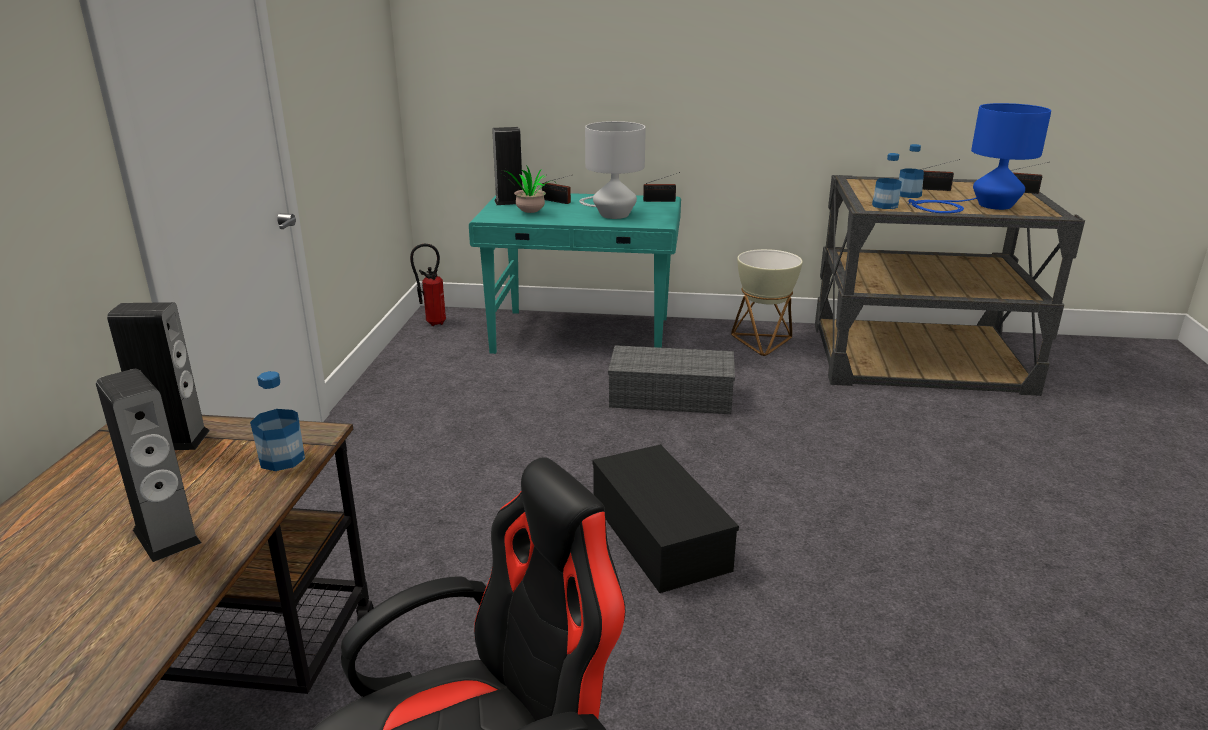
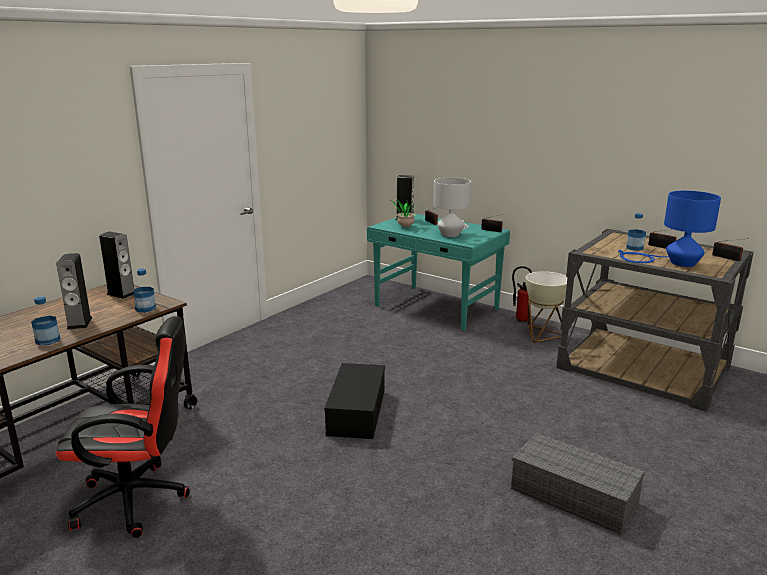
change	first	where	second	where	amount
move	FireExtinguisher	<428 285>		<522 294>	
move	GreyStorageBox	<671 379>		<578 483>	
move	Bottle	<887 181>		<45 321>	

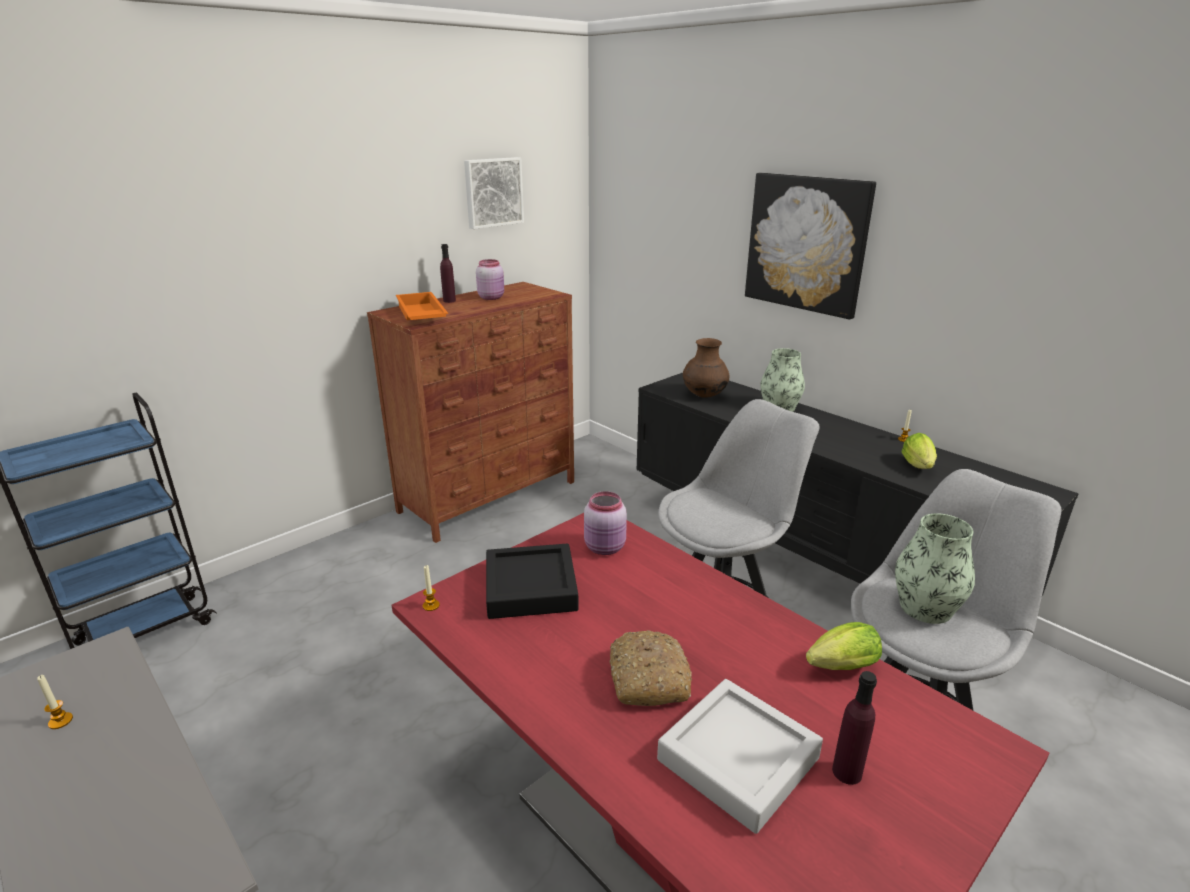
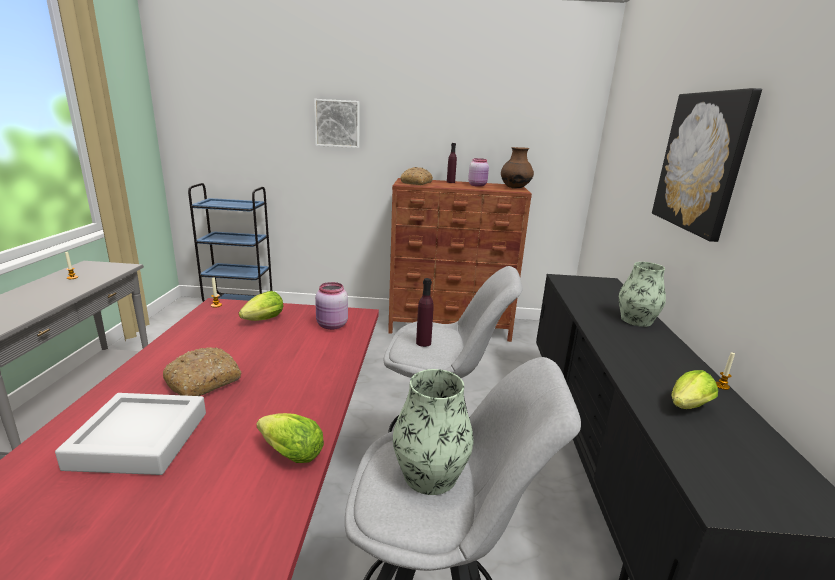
change	first	where	second	where	amount
replace	OrangeTray	<422 306>	Bread	<416 176>	
move	Picture	<494 193>		<337 123>	
replace	BlackTray	<532 581>	Lettuce	<261 306>	
move	BrownVase	<706 367>		<517 168>	
move	PurpleBottle	<854 728>		<425 312>	

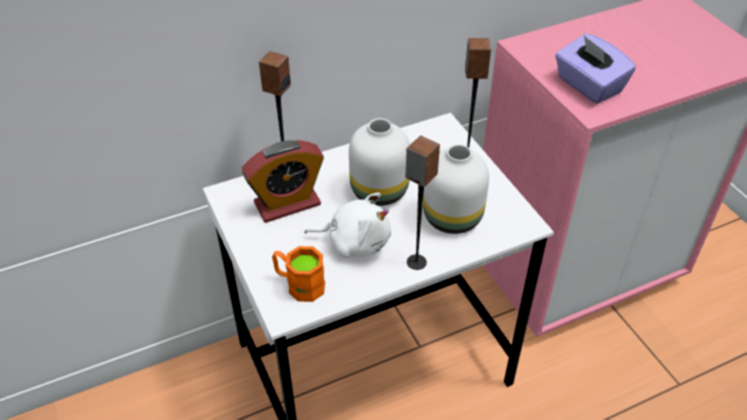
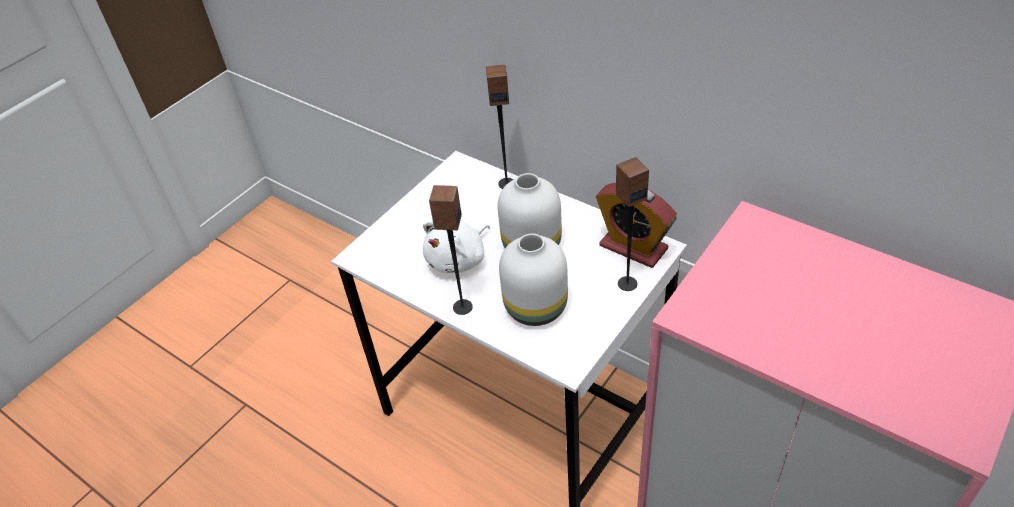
change	first	where	second	where	amount
move	AlarmClock	<283 181>		<636 225>	
delete	OrangeMug	<298 274>			
rotate	WhitePlushToy	<347 225>		<456 247>	60 degrees clockwise
delete	PurpleTissueBox	<595 68>			

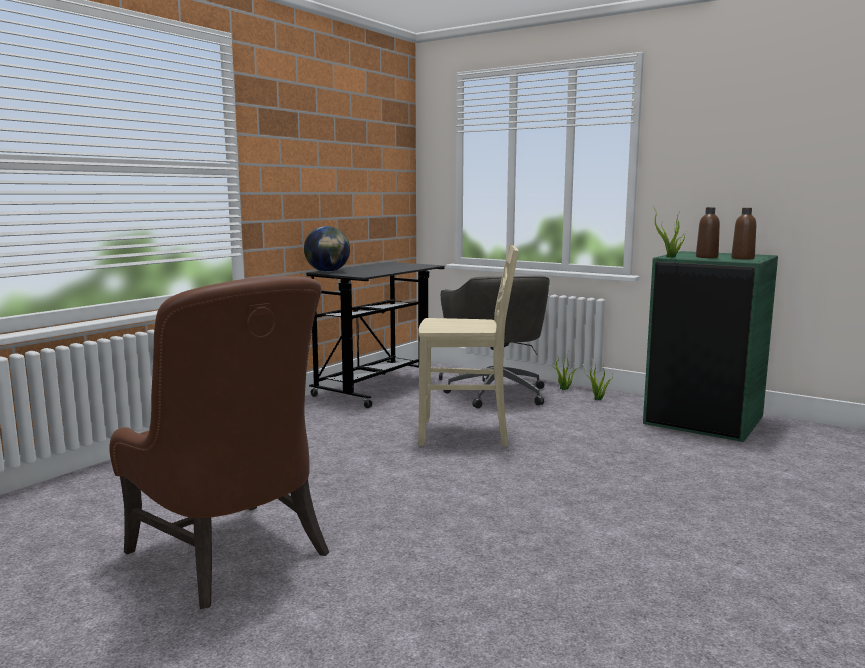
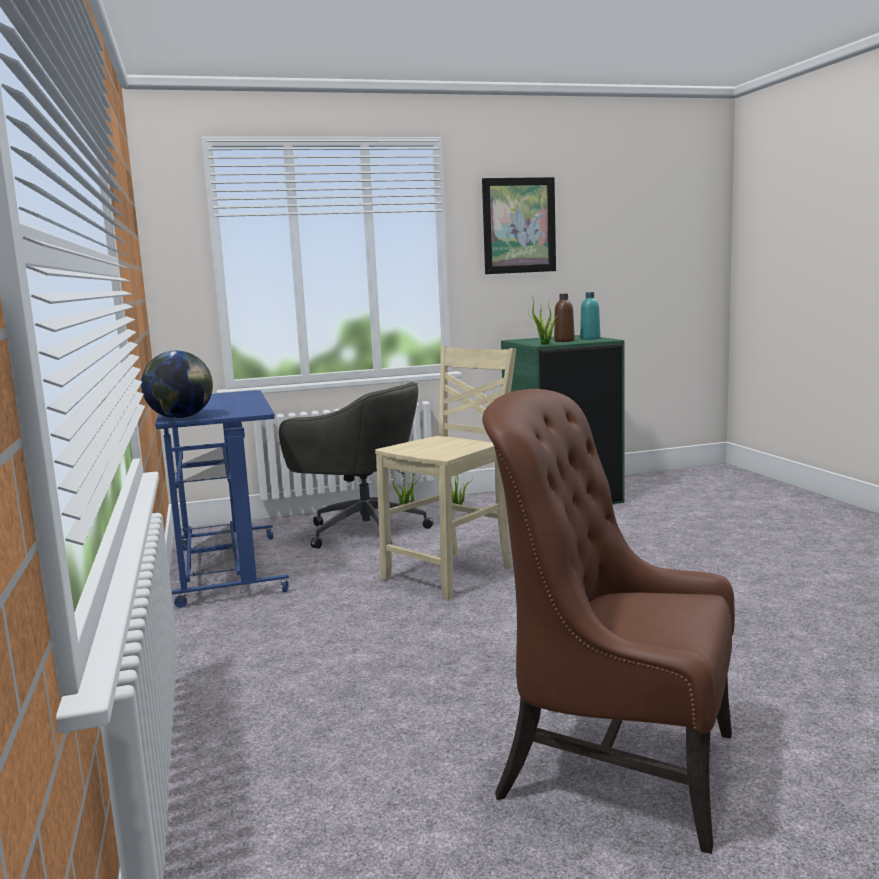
change	first	where	second	where	amount
rotate	BrownChair	<219 442>		<608 621>	150 degrees counterclockwise
recolor	BlackDesk	<375 335>	BlueDesk	<222 499>	
recolor	BrownBottle	<743 234>	TurquoiseBottle	<590 316>	
insert			Picture	<519 225>	

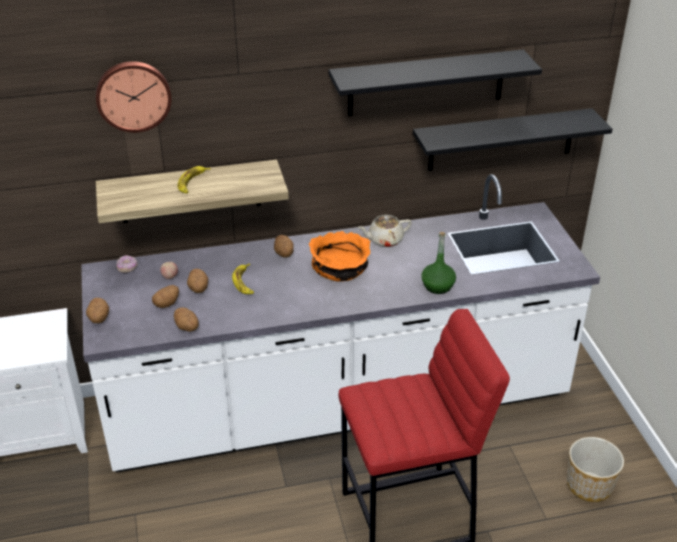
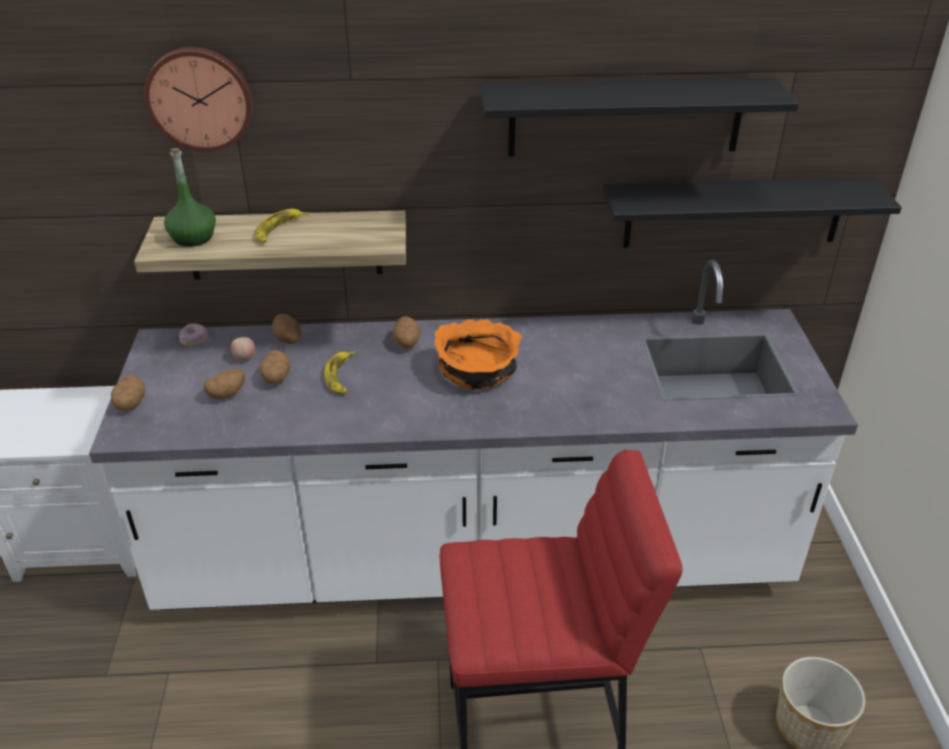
change	first	where	second	where	amount
move	Potato	<186 319>		<287 329>	
delete	BeigeTeapot	<384 231>			
move	GreenBottle	<438 263>		<190 197>	

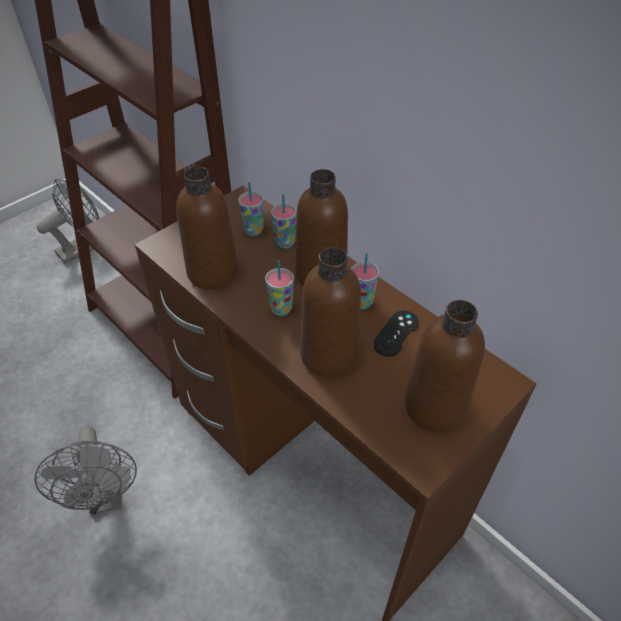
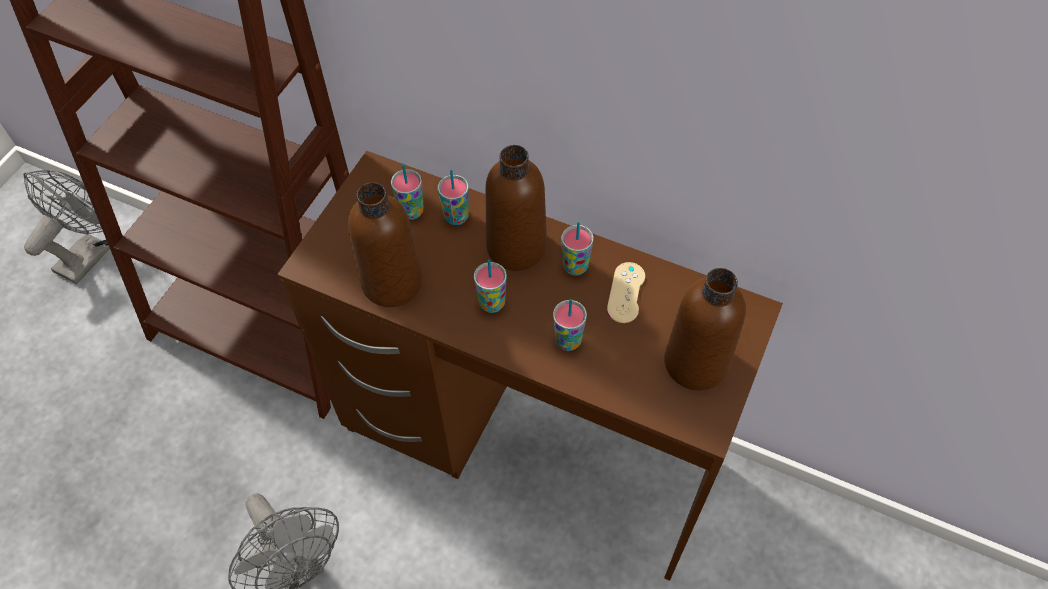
change	first	where	second	where	amount
replace	BrownBottle	<330 312>	Cup	<570 325>	
recolor	BlackGameController	<396 333>	BeigeGameController	<626 292>	

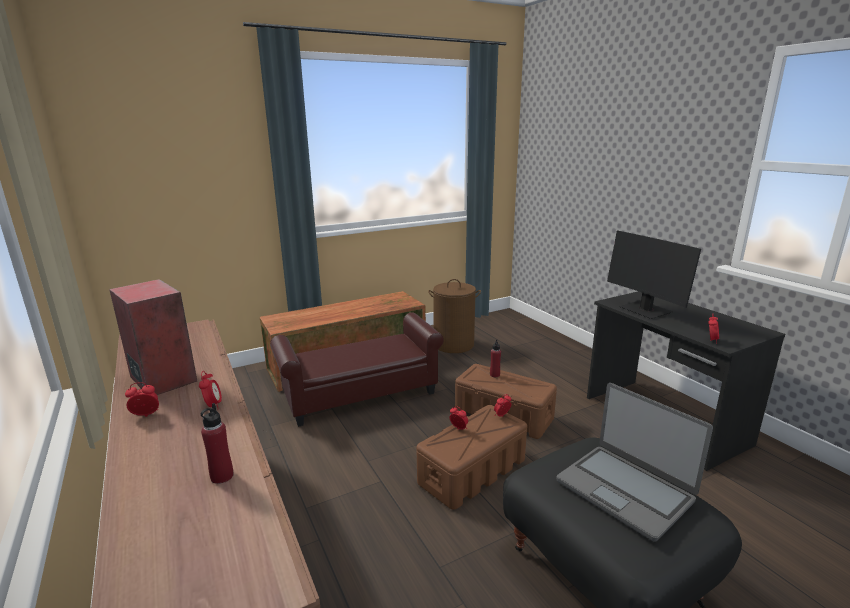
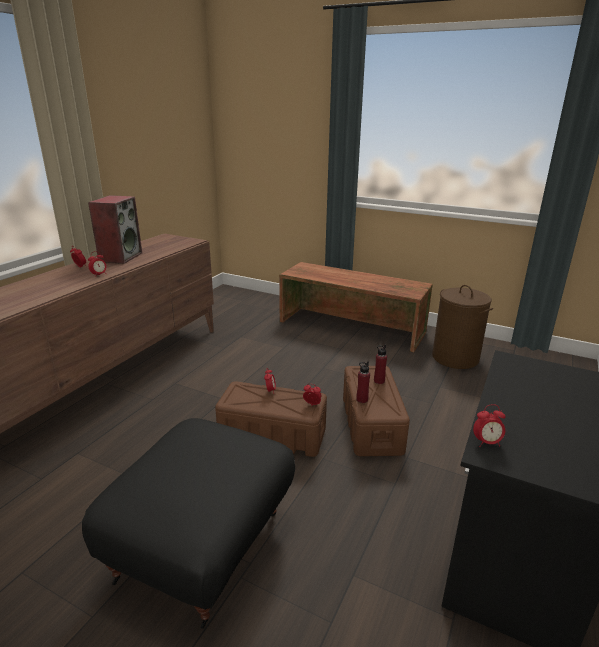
change	first	where	second	where	amount
move	RedBottle	<217 443>		<363 382>	
delete	BrownOttoman	<357 369>			
delete	Laptop	<634 462>			
delete	Monitor	<654 275>			

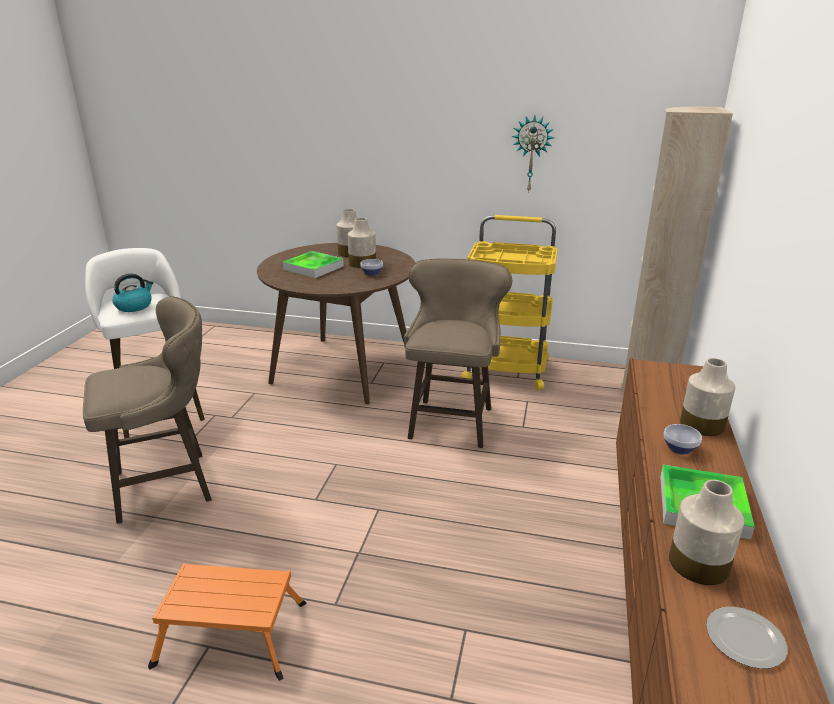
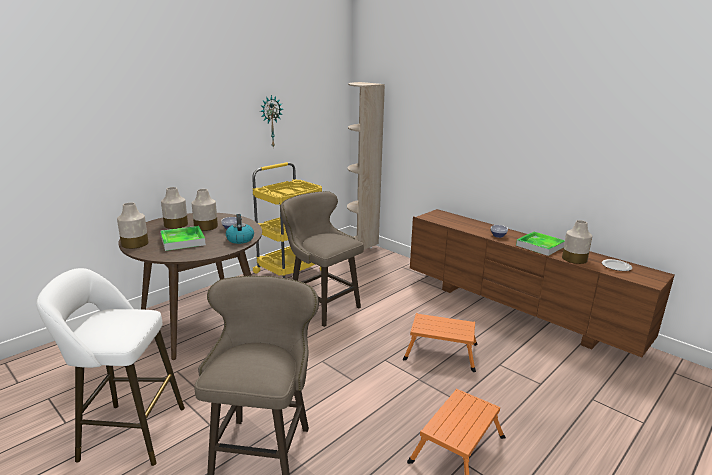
change	first	where	second	where	amount
move	Kettle	<133 292>		<240 229>	
move	BeigeVase	<707 397>		<133 225>	
insert			OrangeStepLadder	<440 342>	

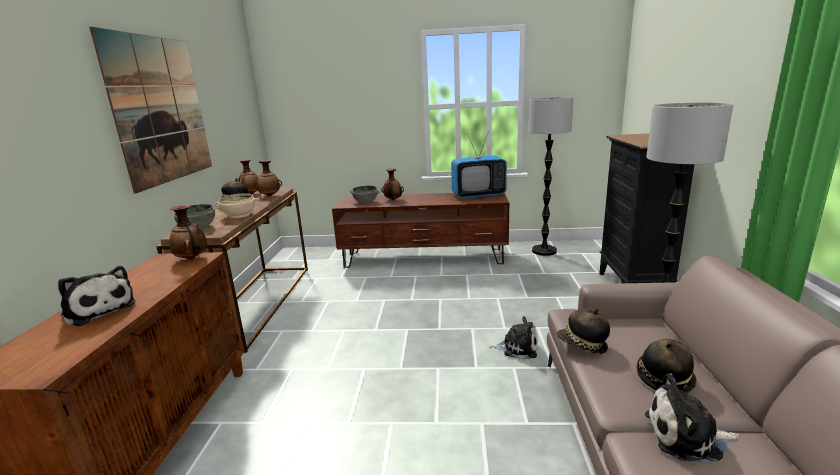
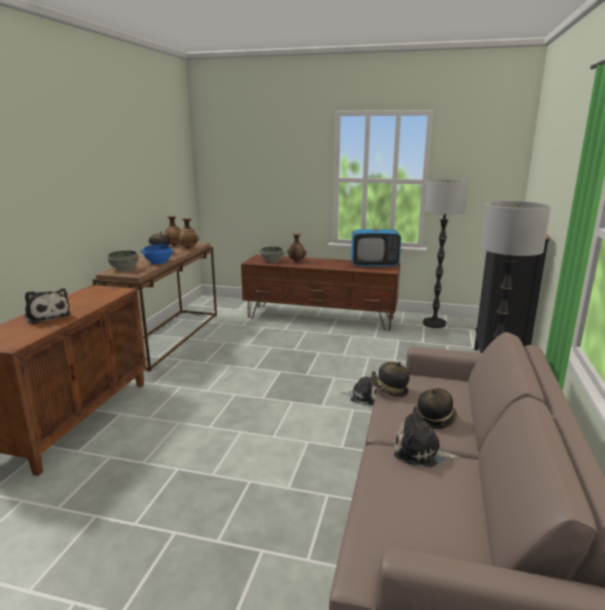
change	first	where	second	where	amount
delete	Picture	<150 110>			
delete	Vase	<188 232>			
recolor	BeigeBowl	<237 205>	BlueBowl	<157 254>	

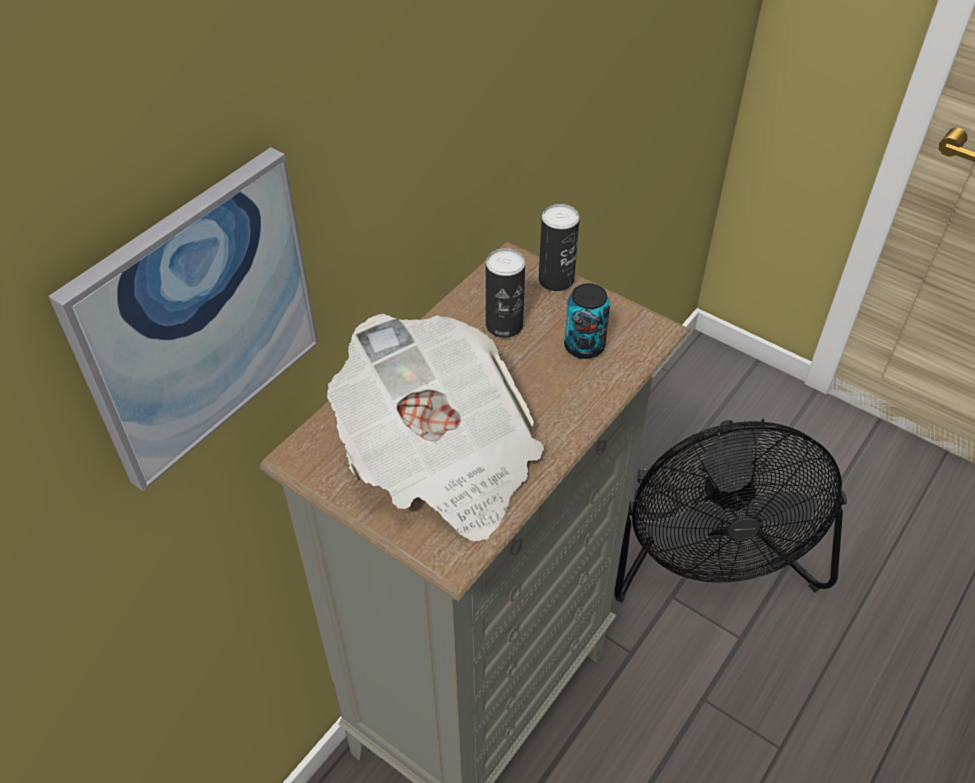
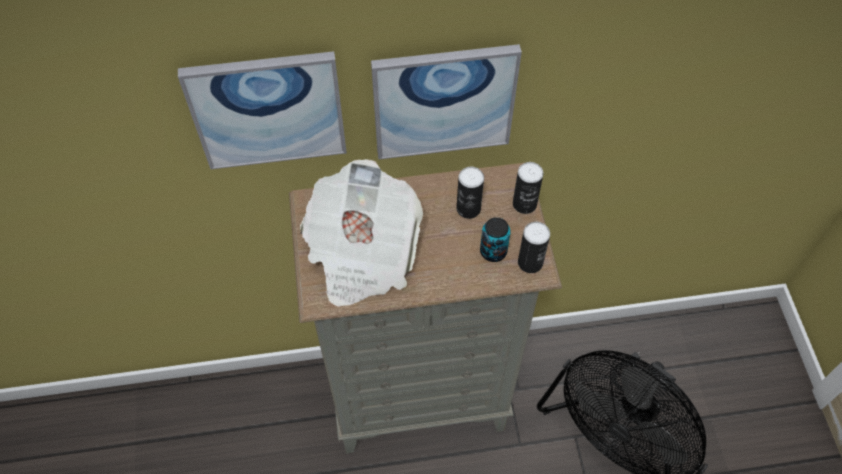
change	first	where	second	where	amount
insert			Picture	<446 101>	
insert			Can	<534 247>	

